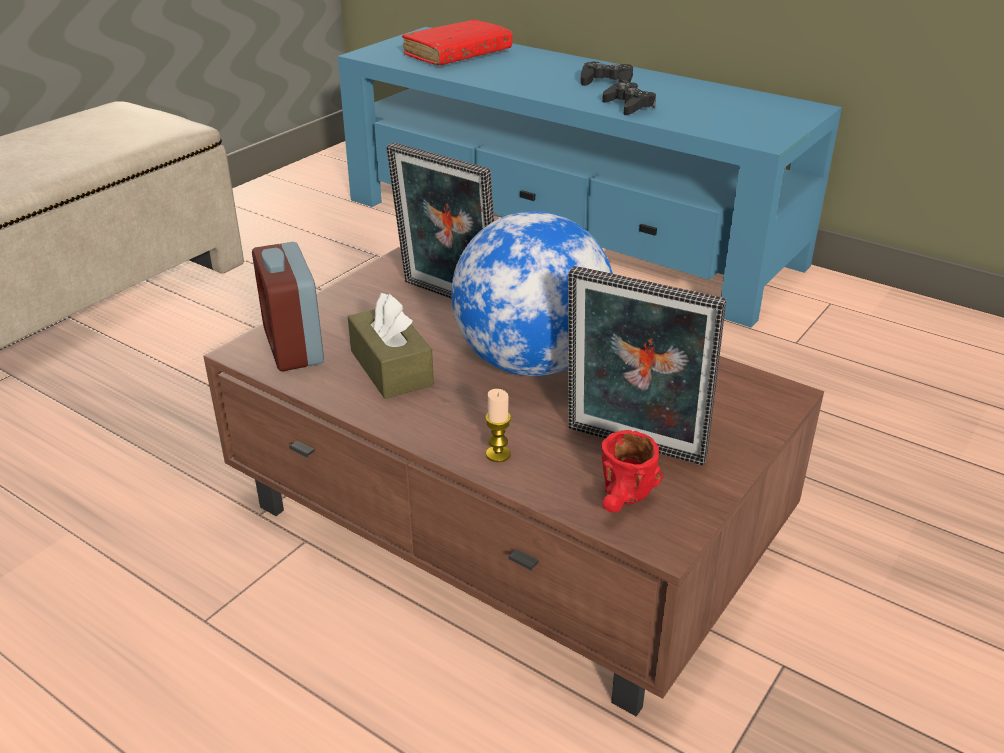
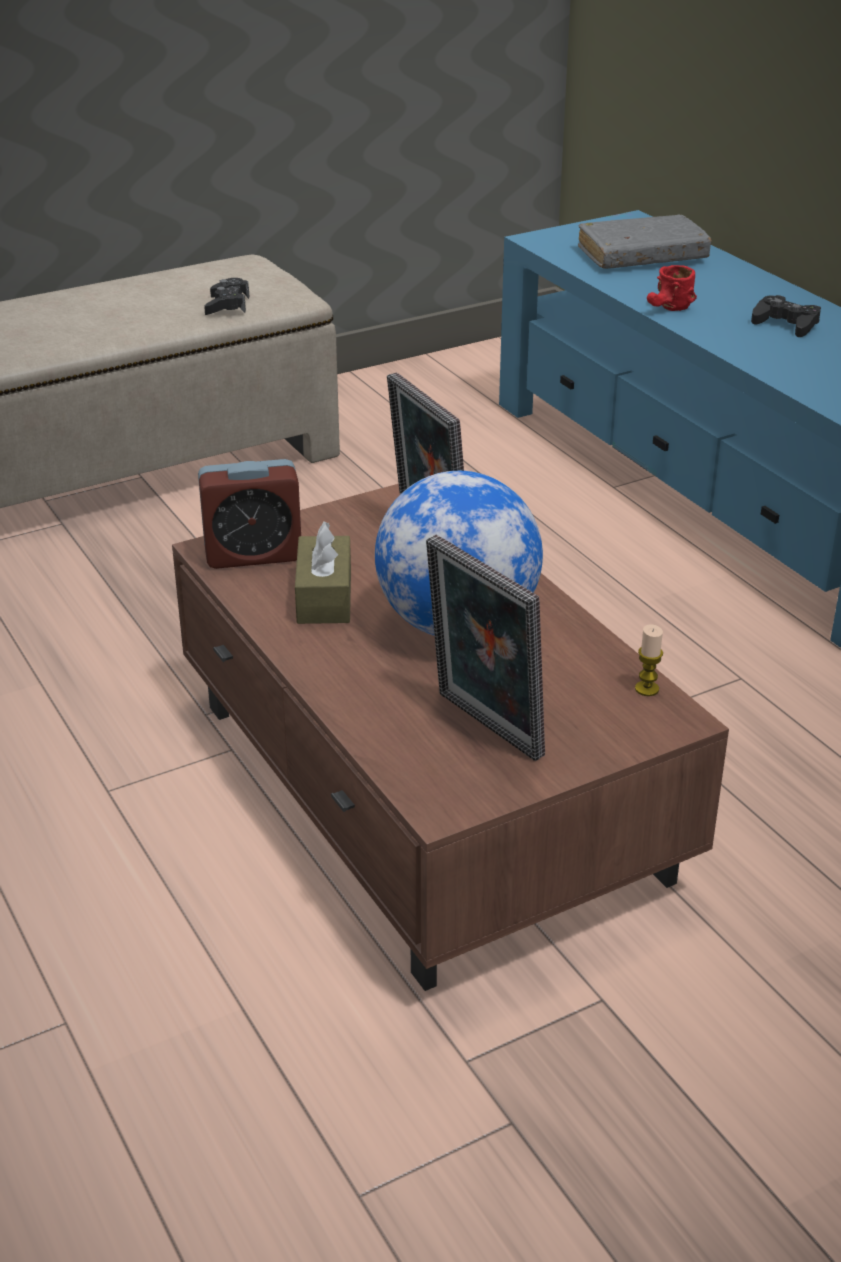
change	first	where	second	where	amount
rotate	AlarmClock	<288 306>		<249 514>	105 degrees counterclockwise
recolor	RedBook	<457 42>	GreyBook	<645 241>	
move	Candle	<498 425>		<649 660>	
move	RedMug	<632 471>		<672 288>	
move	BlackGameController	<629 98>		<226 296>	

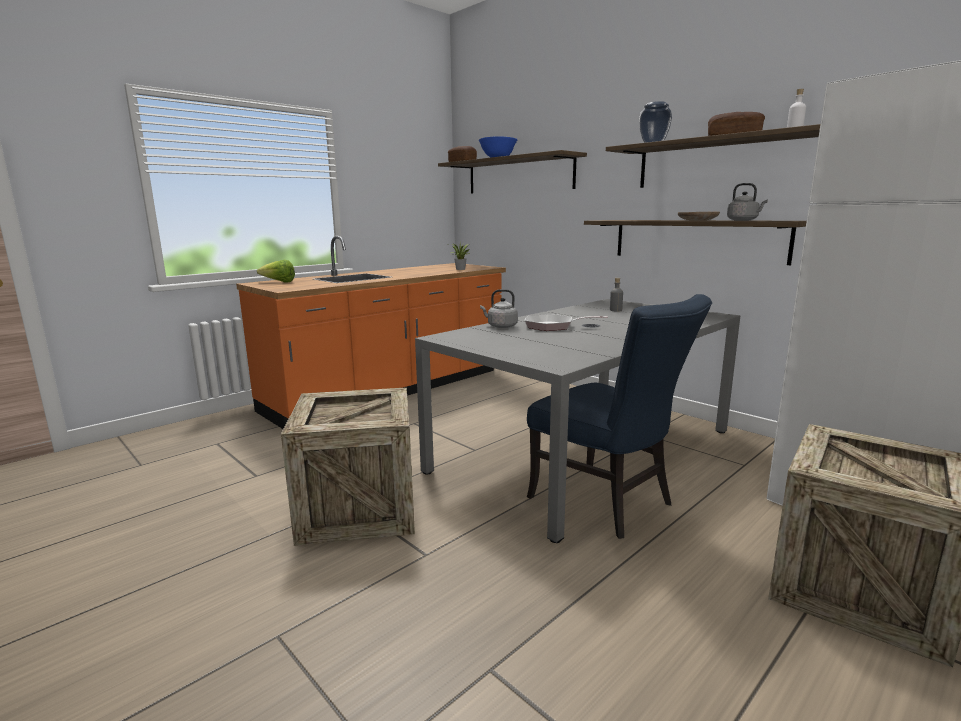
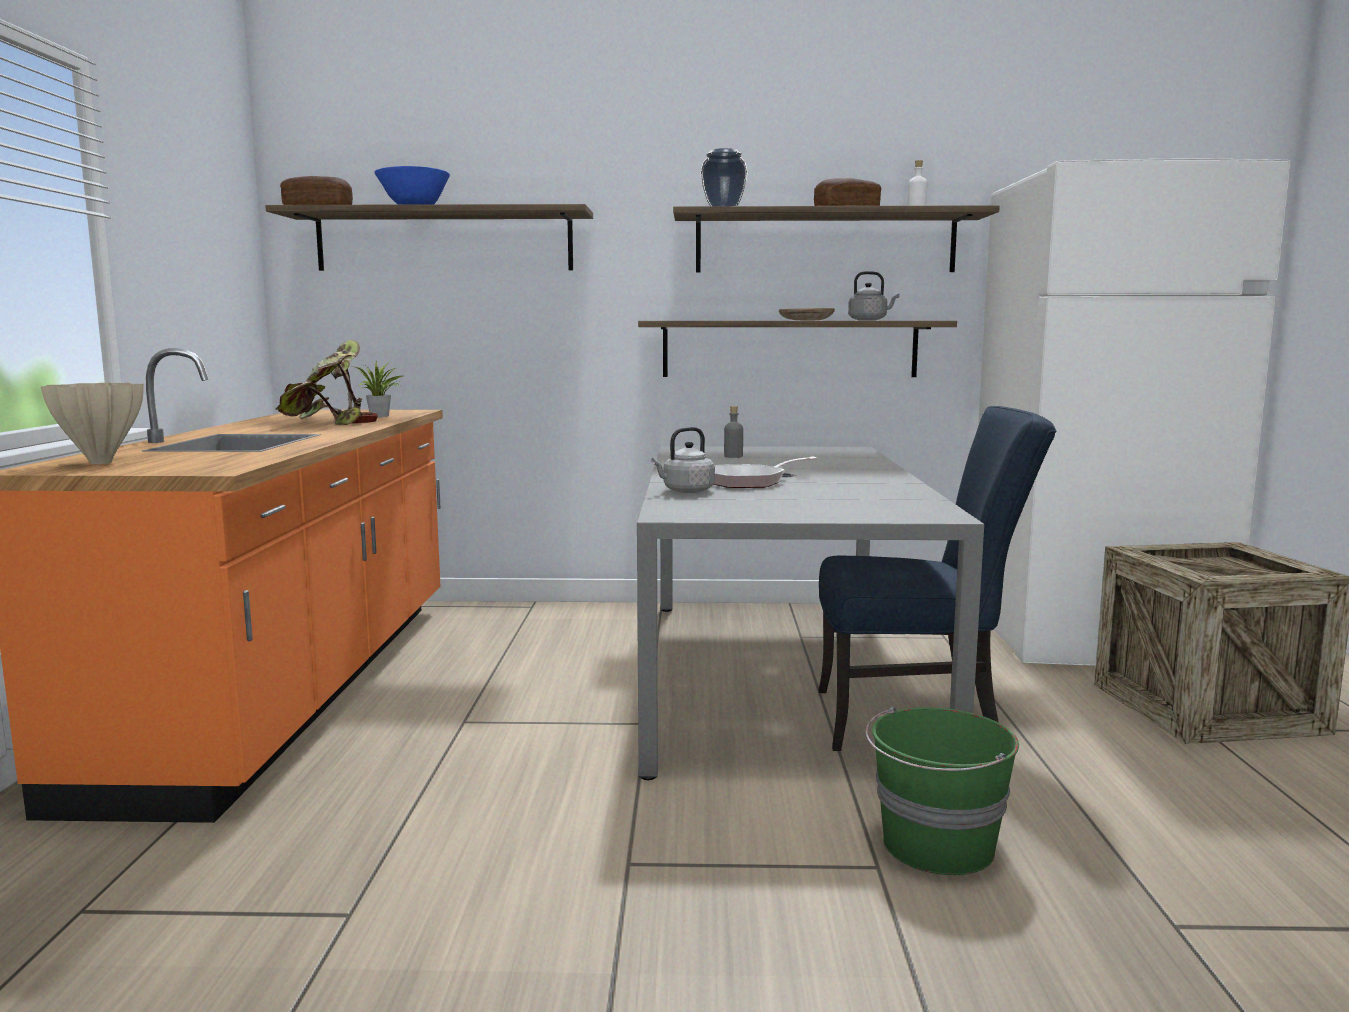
change	first	where	second	where	amount
replace	Lettuce	<276 271>	BeigeVase	<92 423>	
delete	Crate	<348 466>			
insert			PottedPlant	<326 382>	
insert			GreenBucket	<942 791>	

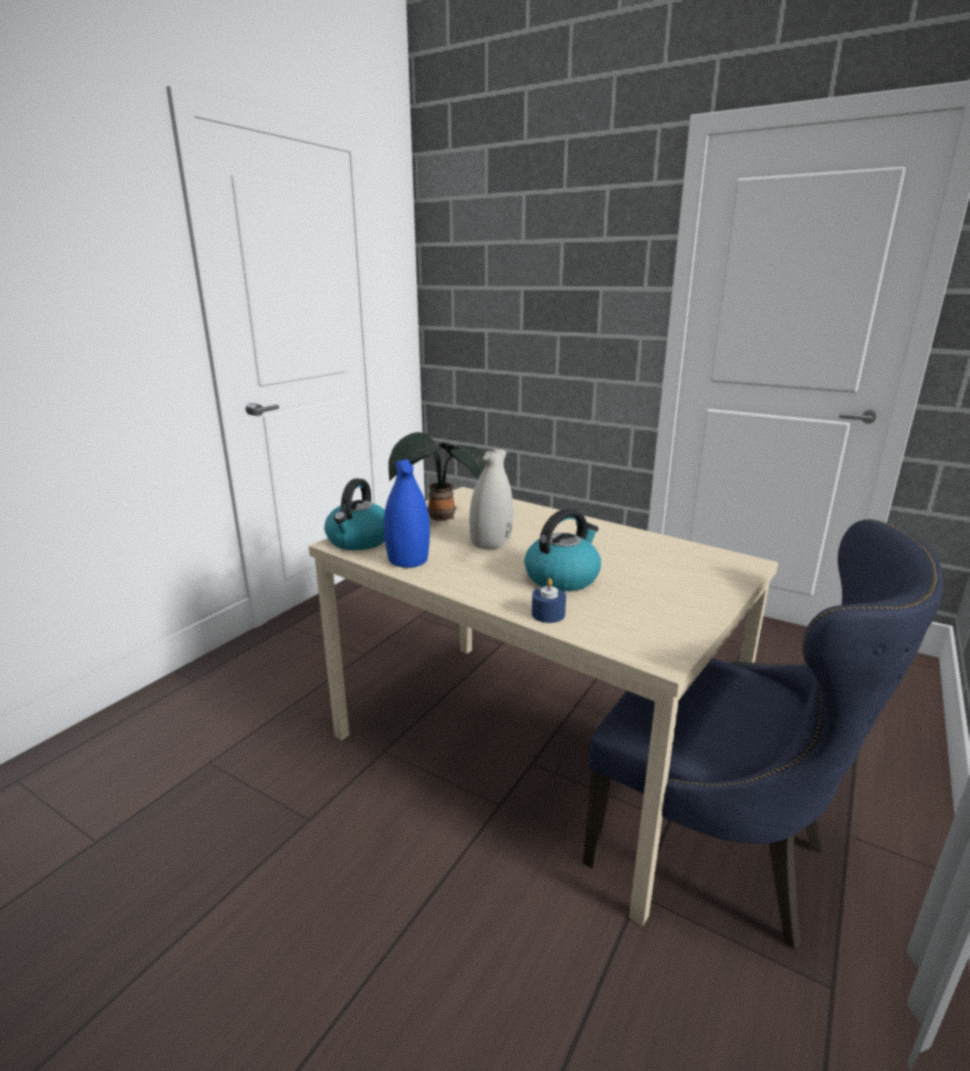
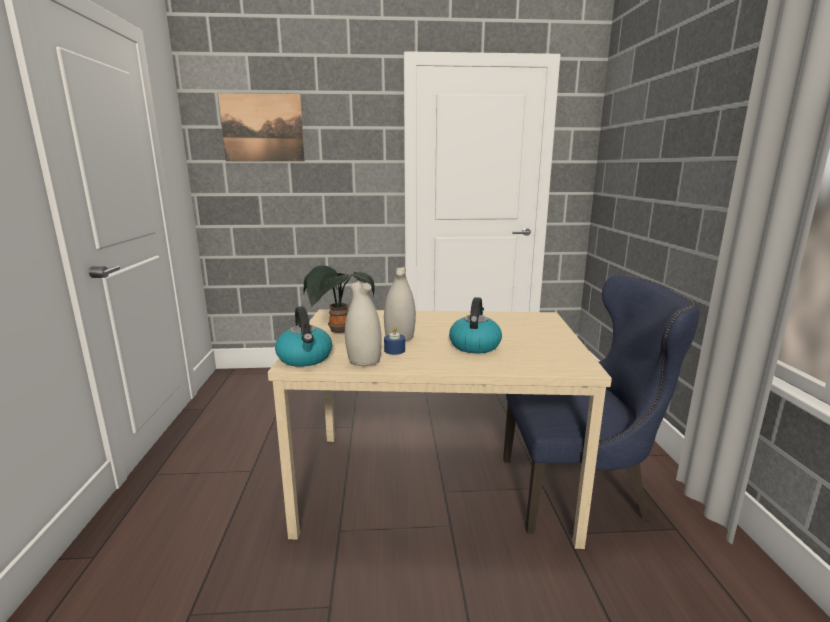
change	first	where	second	where	amount
recolor	BlueVase	<407 513>	WhiteVase	<363 323>	
move	BlueCandle	<549 600>		<394 341>	
insert			Picture	<261 127>	

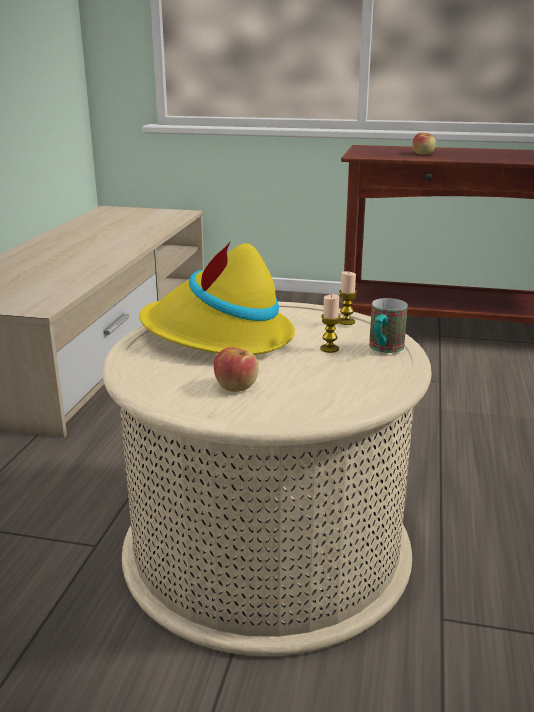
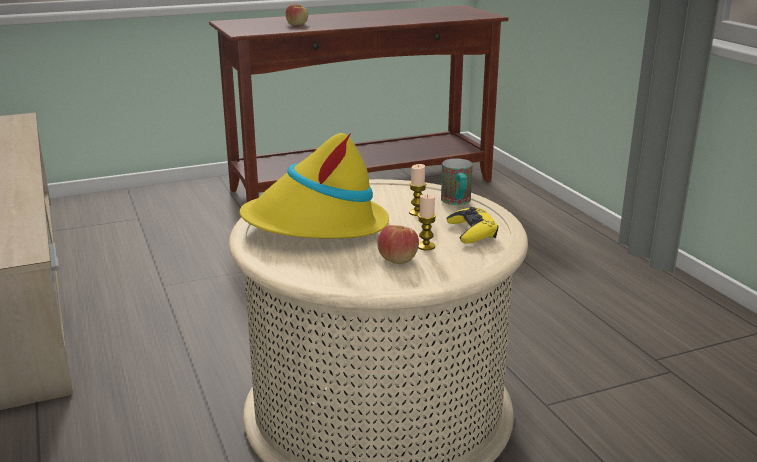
change	first	where	second	where	amount
move	Candle	<348 298>		<426 222>	
insert			YellowGameController	<472 225>	

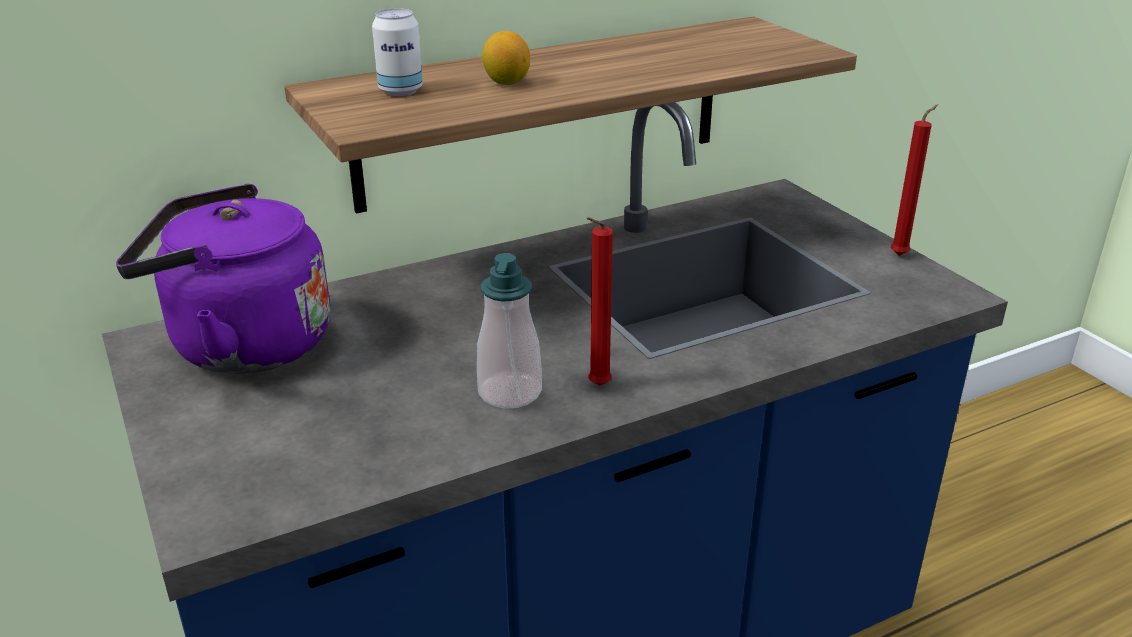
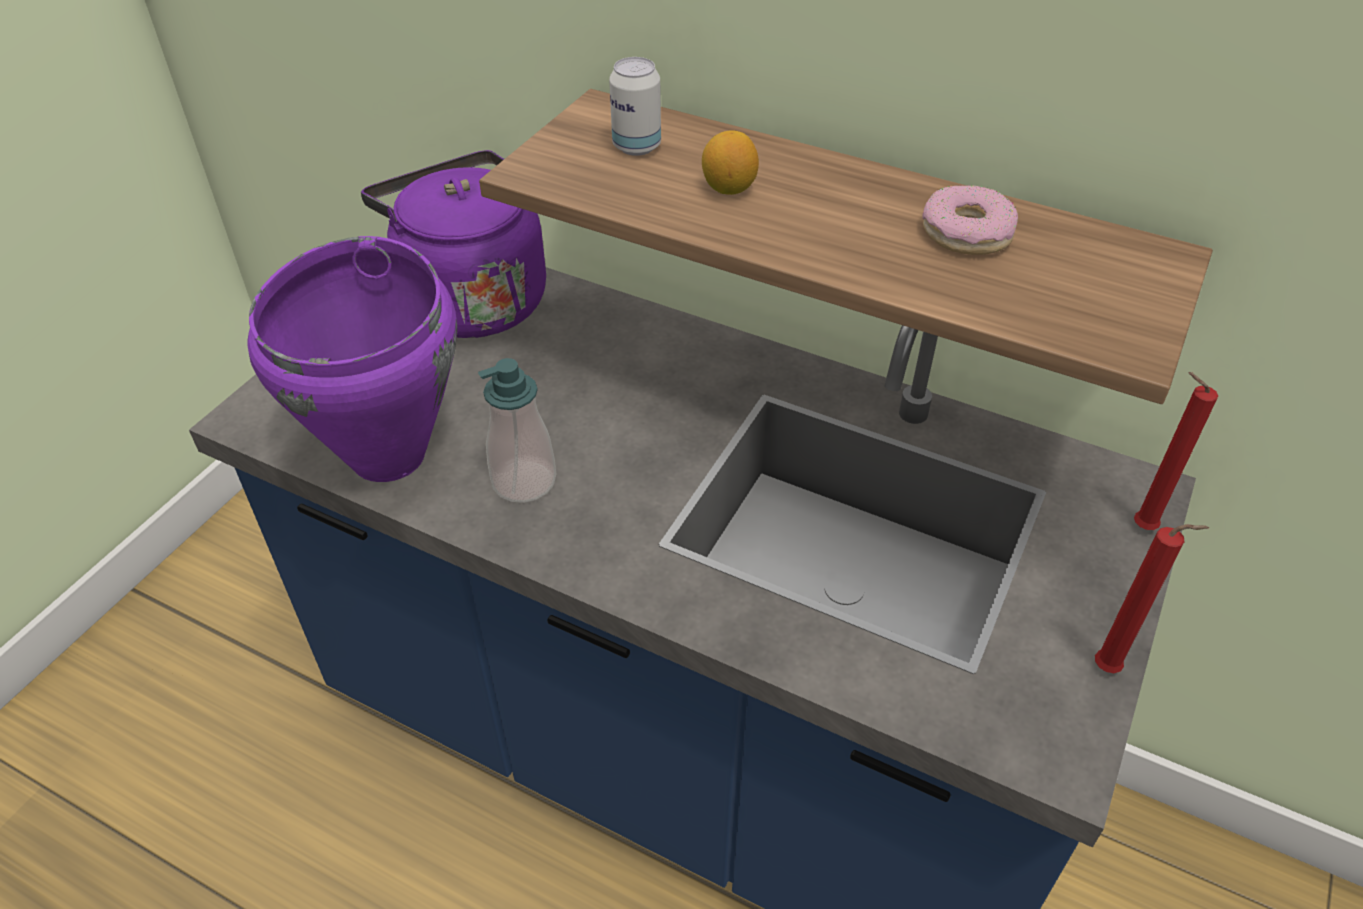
change	first	where	second	where	amount
move	RedCandle	<600 301>		<1176 451>	
insert			PurpleCookingPot	<352 359>	
insert			Donut	<970 220>	

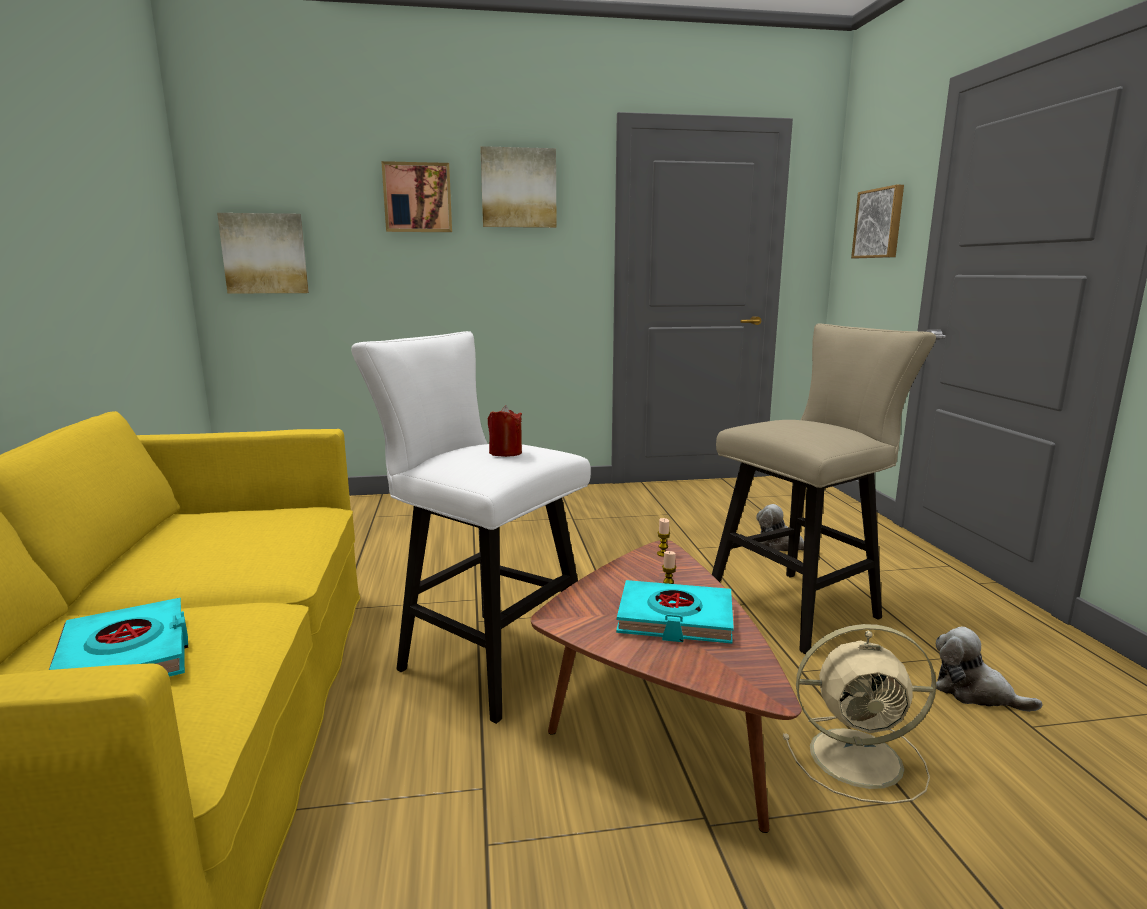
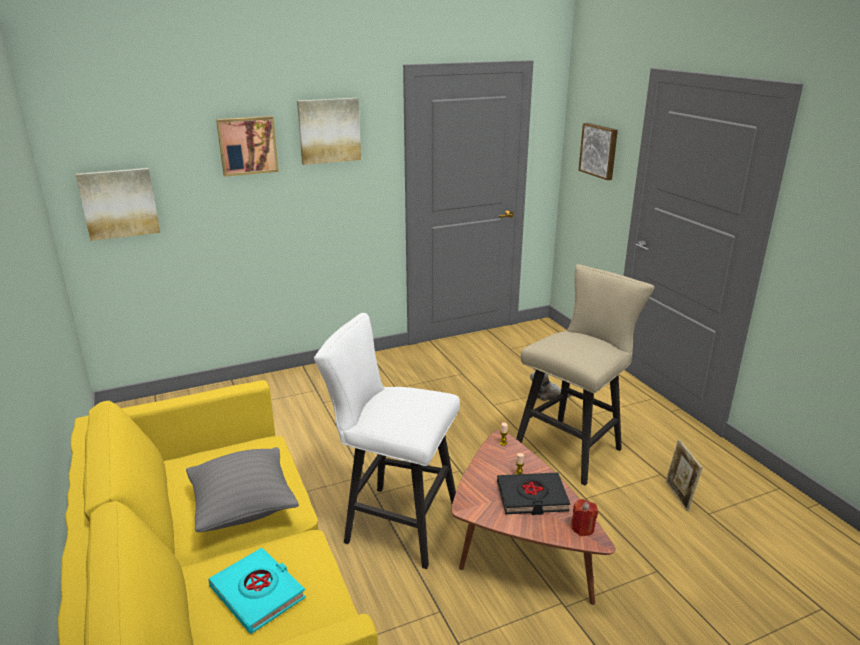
change	first	where	second	where	amount
move	RedCandle	<505 431>		<584 517>	
recolor	TurquoiseBook	<675 611>	BlackBook	<533 494>	
delete	BeigeFan	<859 714>			
replace	PlushToy	<989 669>	PictureFrame	<684 475>	
insert			GreyPillow	<242 489>	

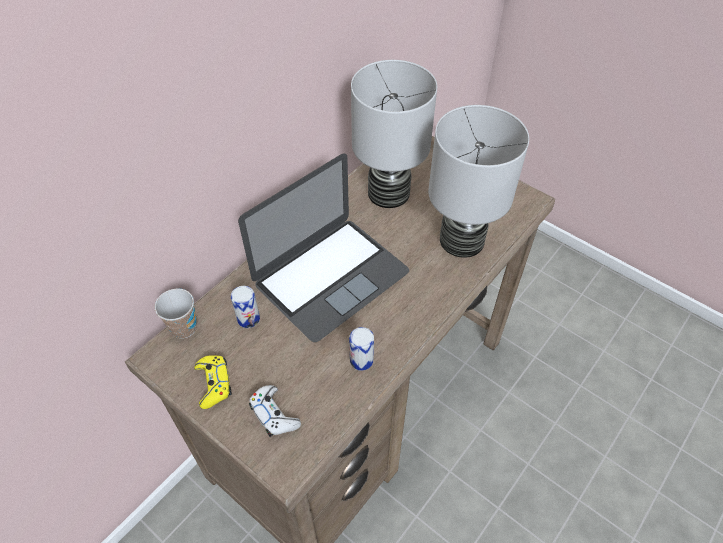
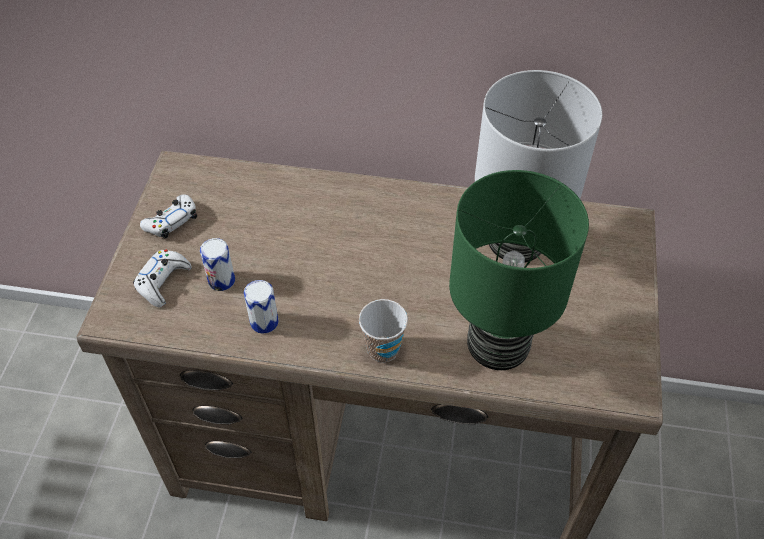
change	first	where	second	where	amount
move	Cup	<175 313>		<383 331>	
recolor	YellowGameController	<213 382>	WhiteGameController	<168 216>	
move	Can	<245 307>		<217 264>	
delete	Laptop	<323 247>			
recolor	GreyTableLamp	<478 181>	GreenTableLamp	<519 270>	

